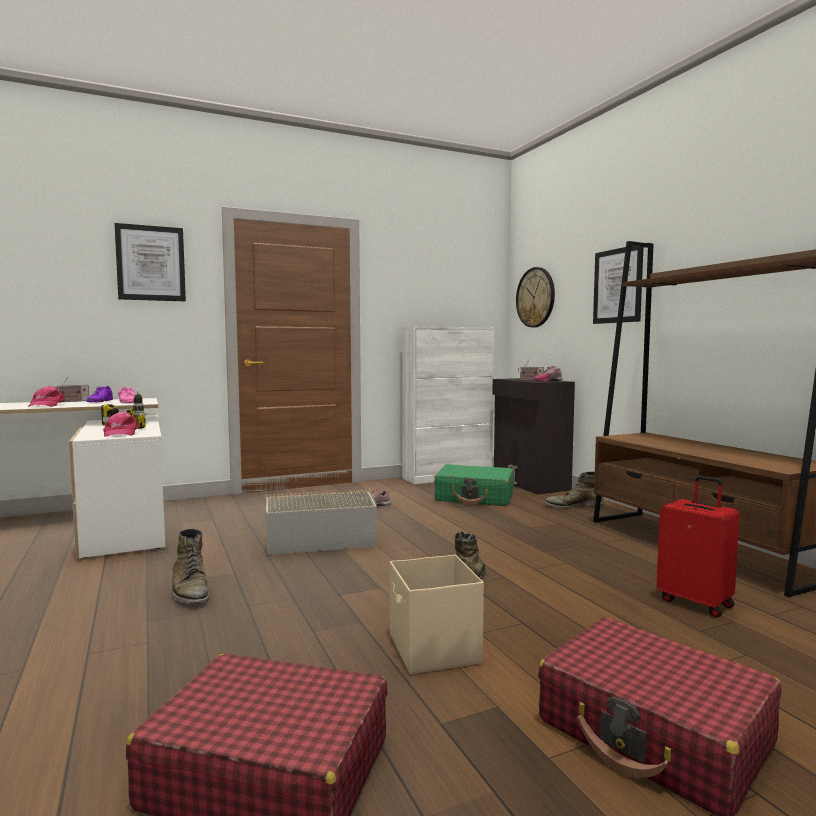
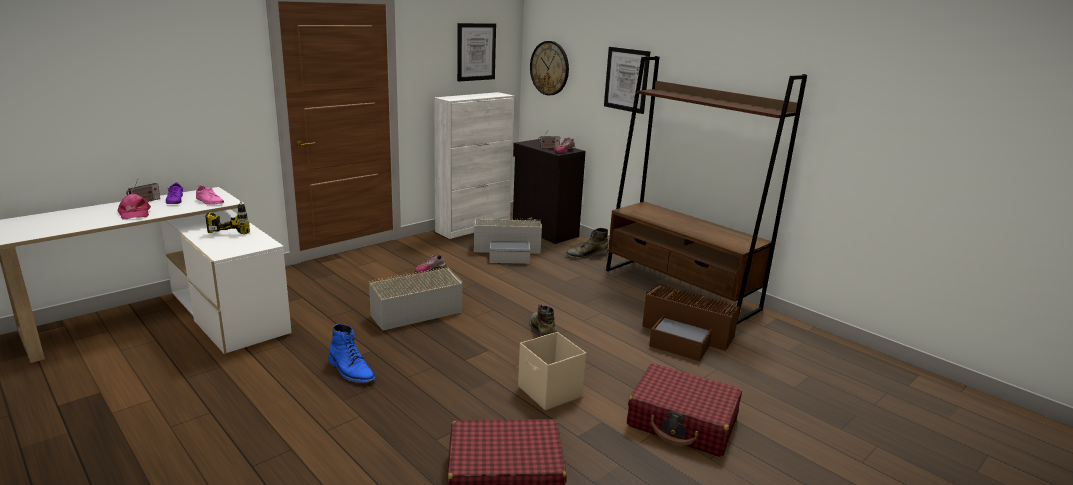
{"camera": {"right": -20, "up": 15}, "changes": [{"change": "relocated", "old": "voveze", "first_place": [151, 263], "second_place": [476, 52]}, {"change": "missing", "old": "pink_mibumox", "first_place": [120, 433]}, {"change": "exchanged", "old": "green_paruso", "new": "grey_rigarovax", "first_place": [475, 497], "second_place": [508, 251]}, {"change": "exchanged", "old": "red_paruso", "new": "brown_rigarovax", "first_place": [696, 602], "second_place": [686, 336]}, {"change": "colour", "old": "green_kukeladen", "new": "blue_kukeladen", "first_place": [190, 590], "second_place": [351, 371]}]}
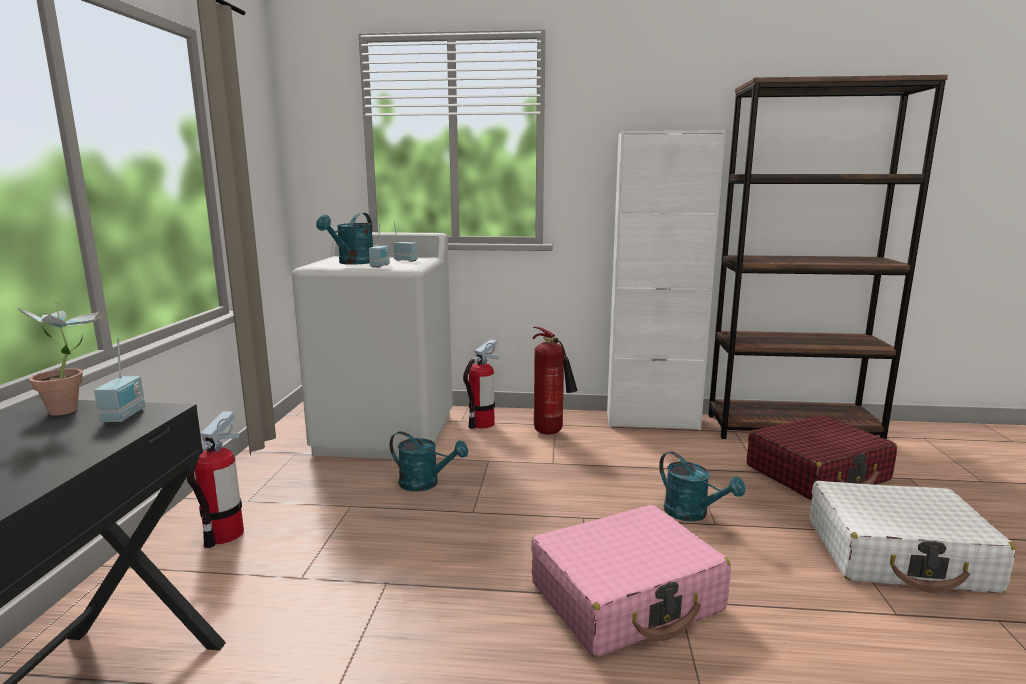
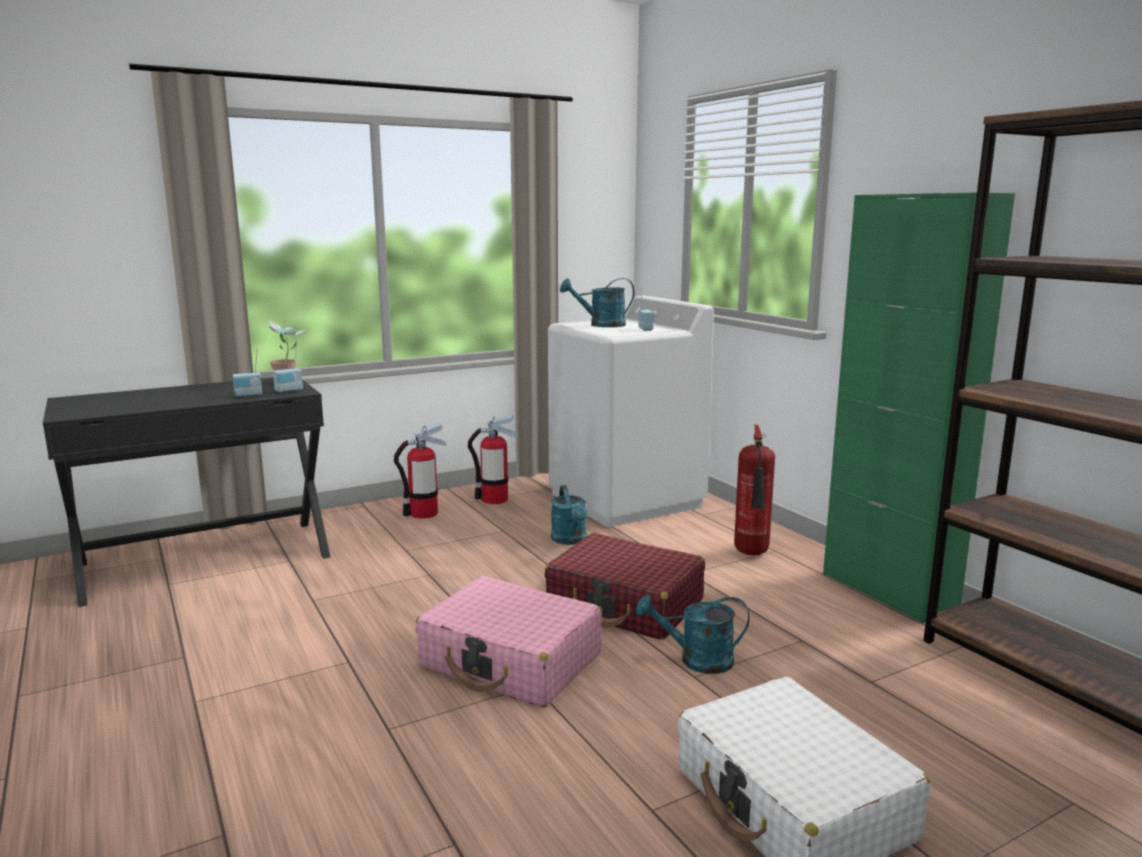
{"camera": {"right": 55, "up": 0}, "changes": [{"change": "colour", "old": "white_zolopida", "new": "green_zolopida", "first_place": [652, 421], "second_place": [888, 591]}, {"change": "relocated", "old": "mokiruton", "first_place": [381, 266], "second_place": [248, 395]}, {"change": "relocated", "old": "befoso", "first_place": [482, 424], "second_place": [494, 499]}, {"change": "relocated", "old": "red_paruso", "first_place": [817, 473], "second_place": [625, 604]}, {"change": "spun", "old": "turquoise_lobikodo", "first_place": [692, 514], "second_place": [696, 660], "degrees": 75}]}
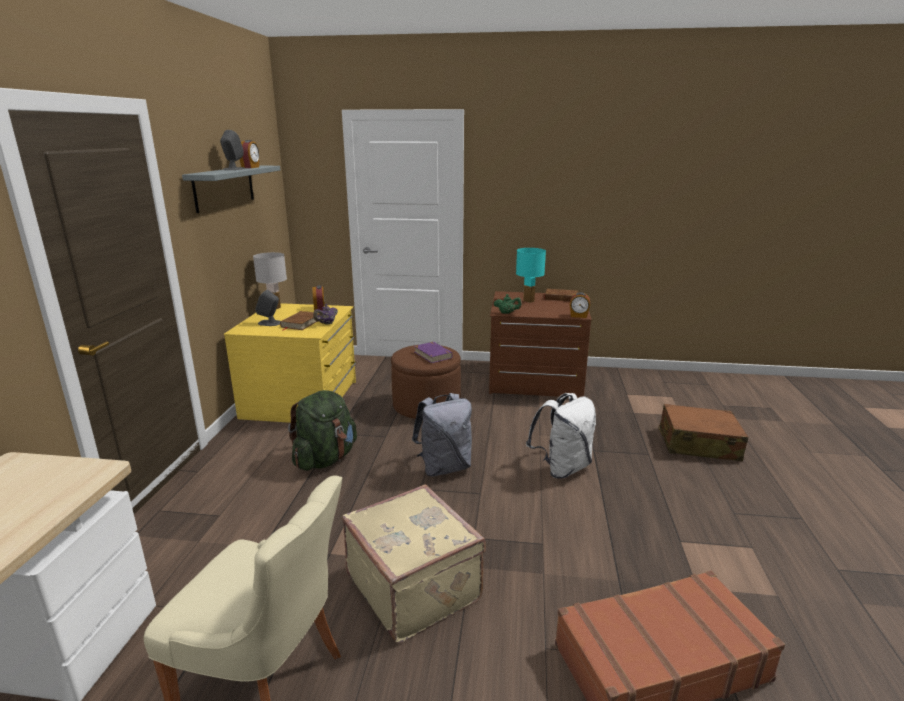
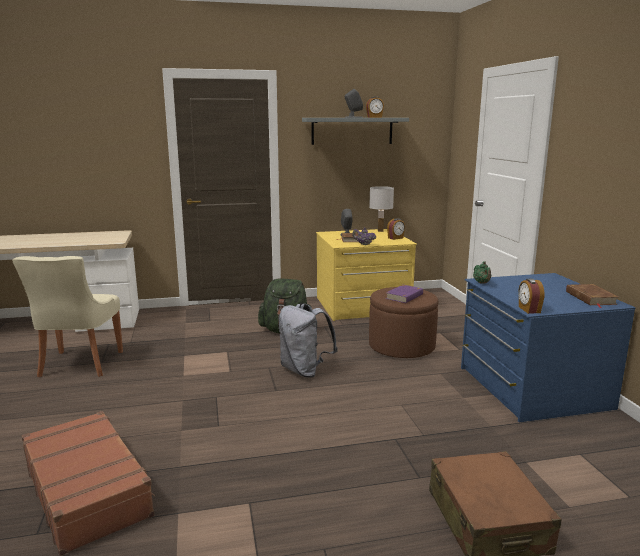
{"camera": {"right": 70, "up": -5}, "changes": [{"change": "missing", "old": "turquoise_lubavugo", "first_place": [528, 301]}, {"change": "colour", "old": "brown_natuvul", "new": "blue_natuvul", "first_place": [535, 380], "second_place": [531, 387]}, {"change": "missing", "old": "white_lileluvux", "first_place": [562, 468]}, {"change": "missing", "old": "beige_paruso", "first_place": [415, 586]}]}
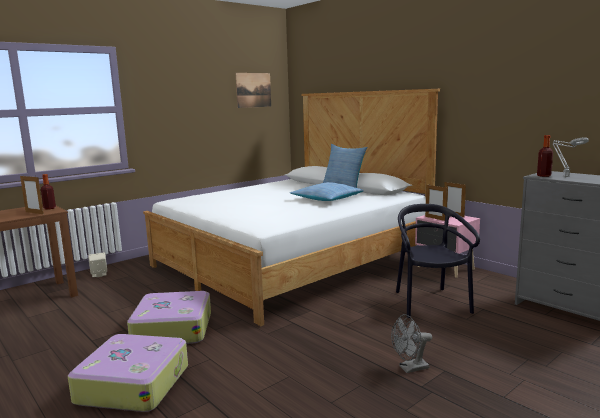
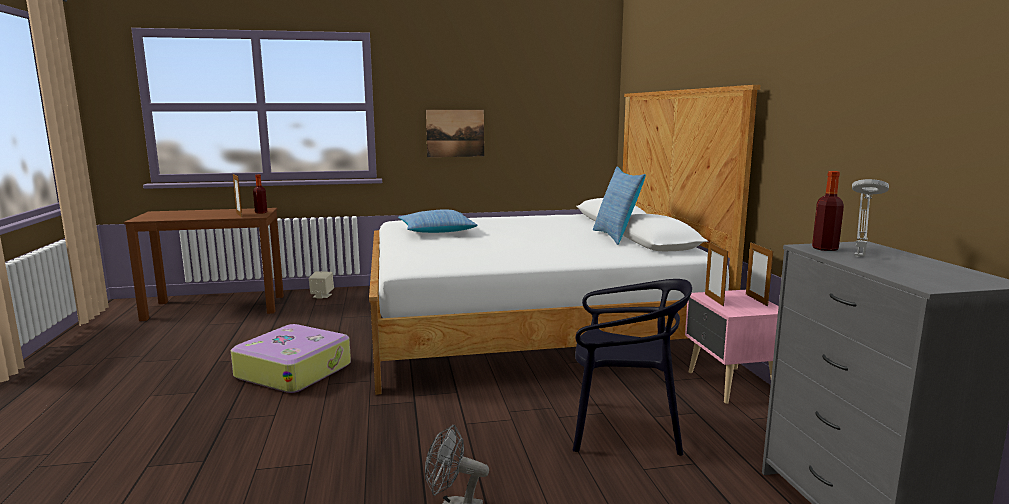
{"camera": {"right": 30, "up": 0}, "changes": [{"change": "relocated", "old": "voveze", "first_place": [253, 90], "second_place": [455, 133]}, {"change": "relocated", "old": "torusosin", "first_place": [326, 199], "second_place": [436, 231]}, {"change": "spun", "old": "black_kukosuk", "first_place": [430, 303], "second_place": [624, 429], "degrees": 75}, {"change": "missing", "old": "paruso", "first_place": [133, 383]}]}
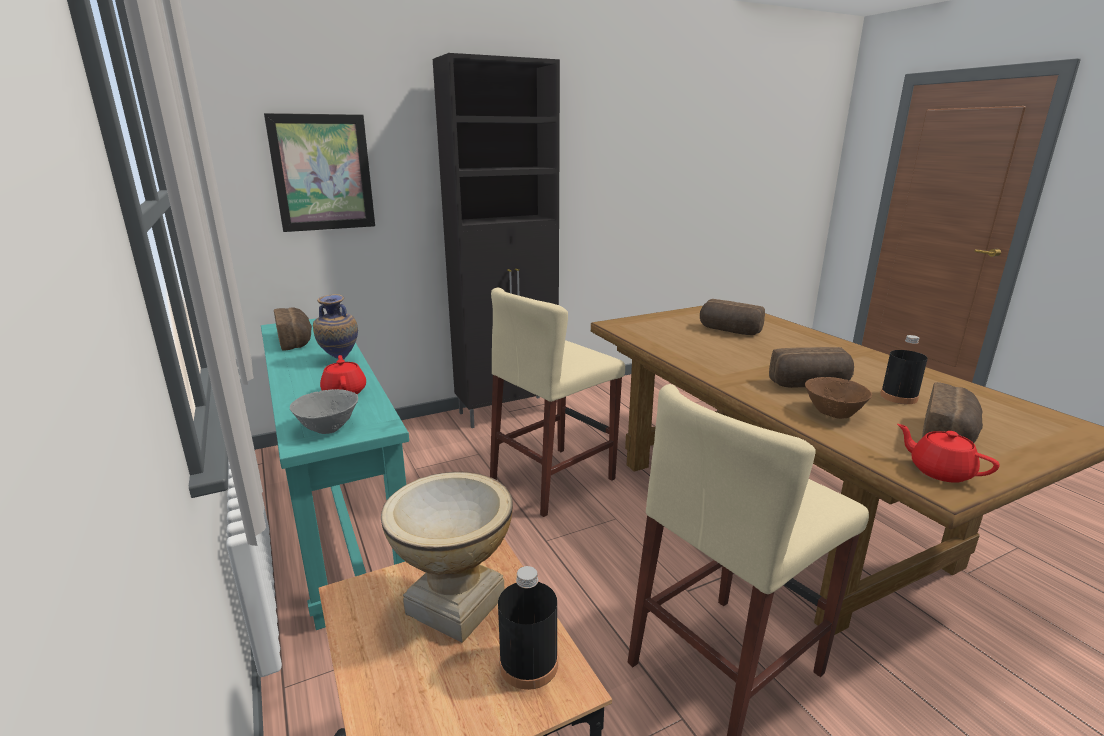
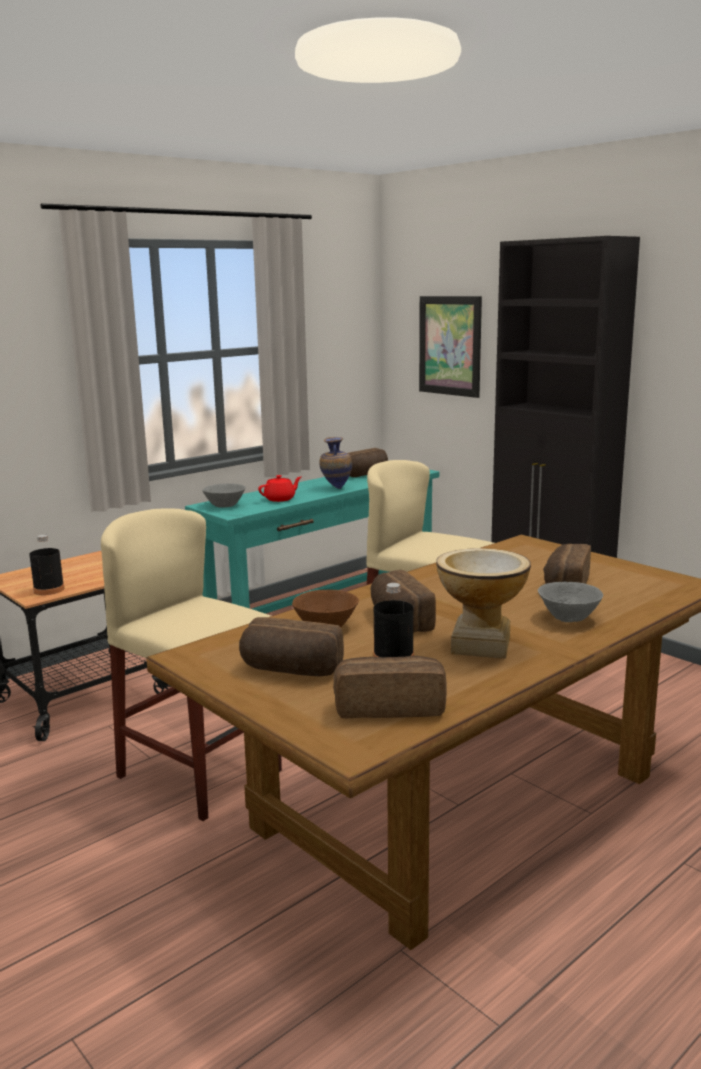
{"camera": {"right": 75, "up": -5}, "changes": [{"change": "missing", "old": "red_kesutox", "first_place": [939, 471]}, {"change": "relocated", "old": "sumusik", "first_place": [455, 604], "second_place": [480, 645]}, {"change": "appeared", "new": "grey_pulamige", "second_place": [568, 618]}, {"change": "appeared", "new": "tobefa", "second_place": [389, 706]}]}
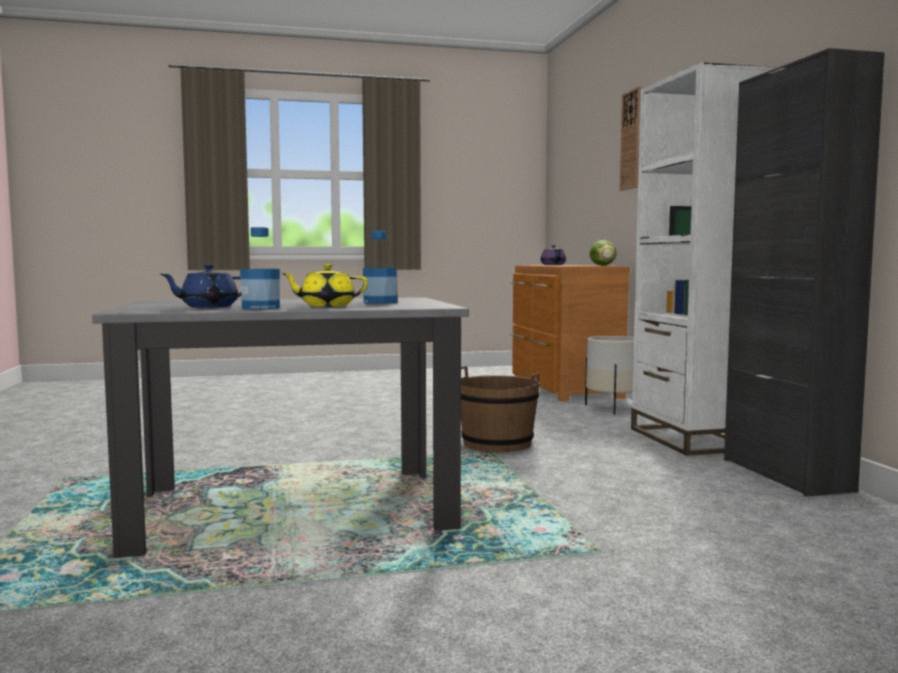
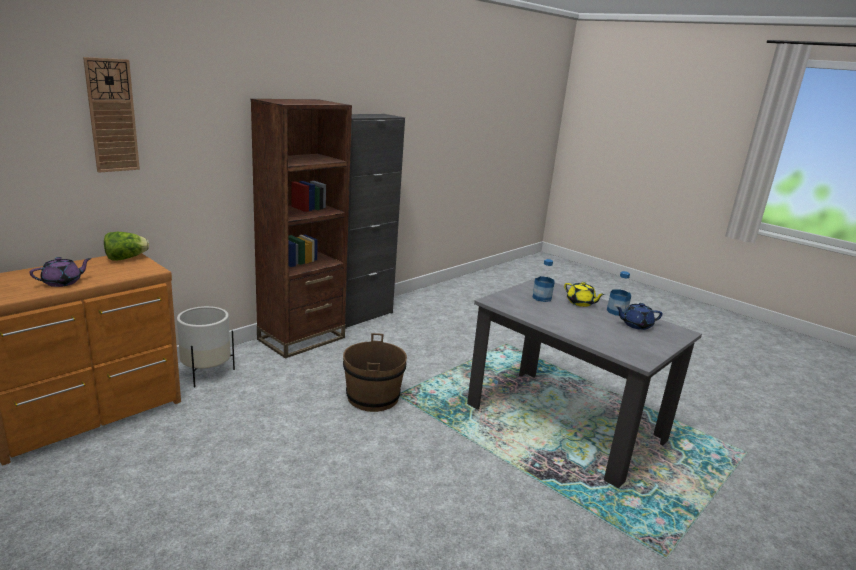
{"camera": {"right": -125, "up": 15}, "changes": [{"change": "colour", "old": "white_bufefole", "new": "brown_bufefole", "first_place": [690, 439], "second_place": [301, 338]}, {"change": "spun", "old": "blue_kesutox", "first_place": [208, 307], "second_place": [636, 325], "degrees": 150}]}
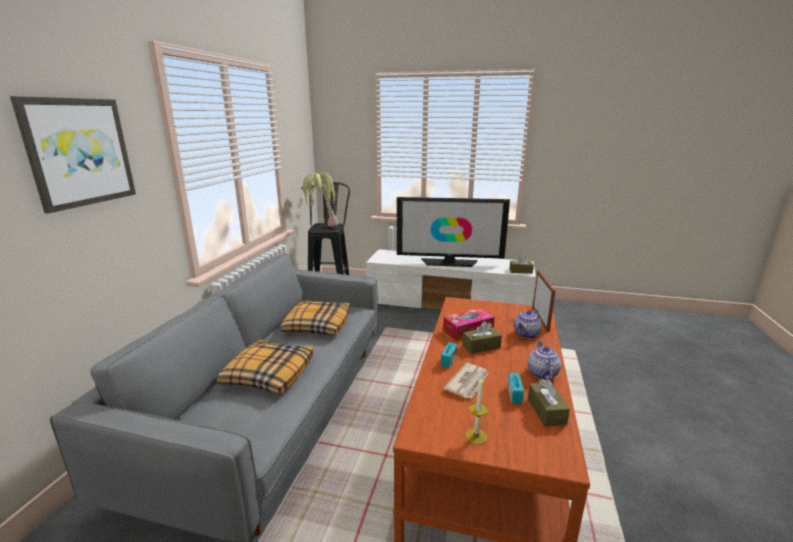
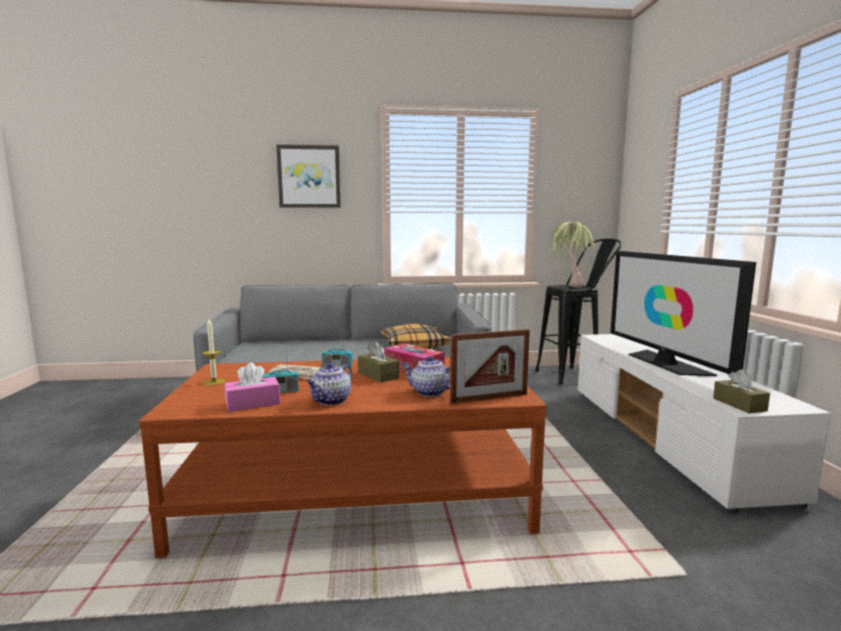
{"camera": {"right": 70, "up": -10}, "changes": [{"change": "missing", "old": "torusosin", "first_place": [268, 374]}, {"change": "spun", "old": "kesutox", "first_place": [542, 373], "second_place": [331, 401], "degrees": 135}, {"change": "colour", "old": "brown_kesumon", "new": "pink_kesumon", "first_place": [546, 411], "second_place": [253, 403]}]}
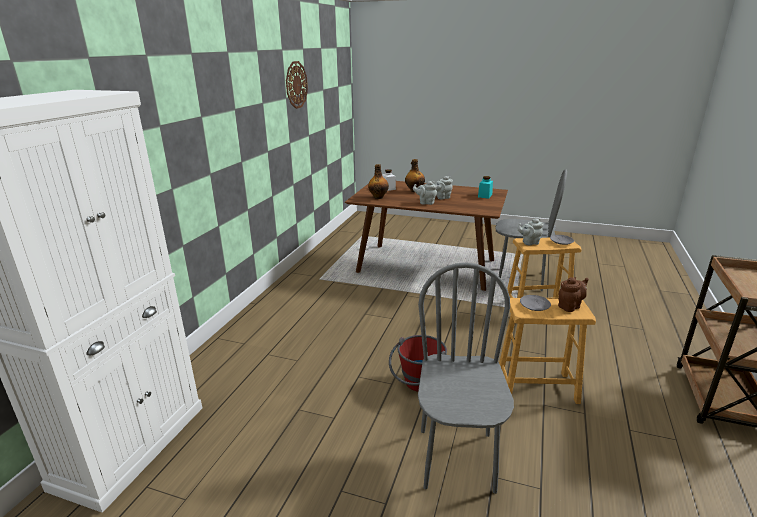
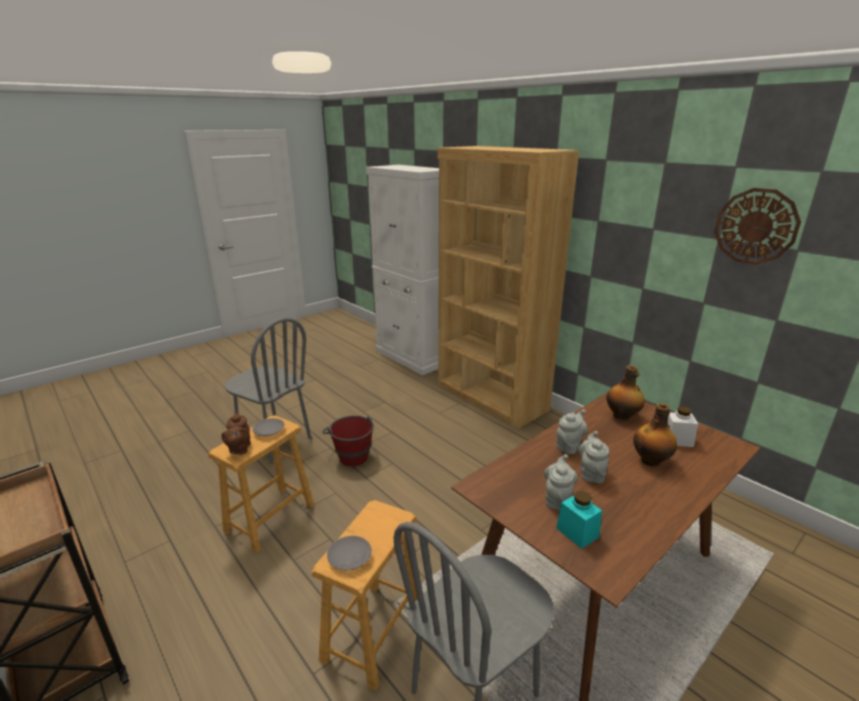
{"camera": {"right": 120, "up": 0}, "changes": [{"change": "relocated", "old": "grey_kesutox", "first_place": [529, 242], "second_place": [558, 499]}, {"change": "appeared", "new": "brown_bufefole", "second_place": [491, 398]}]}
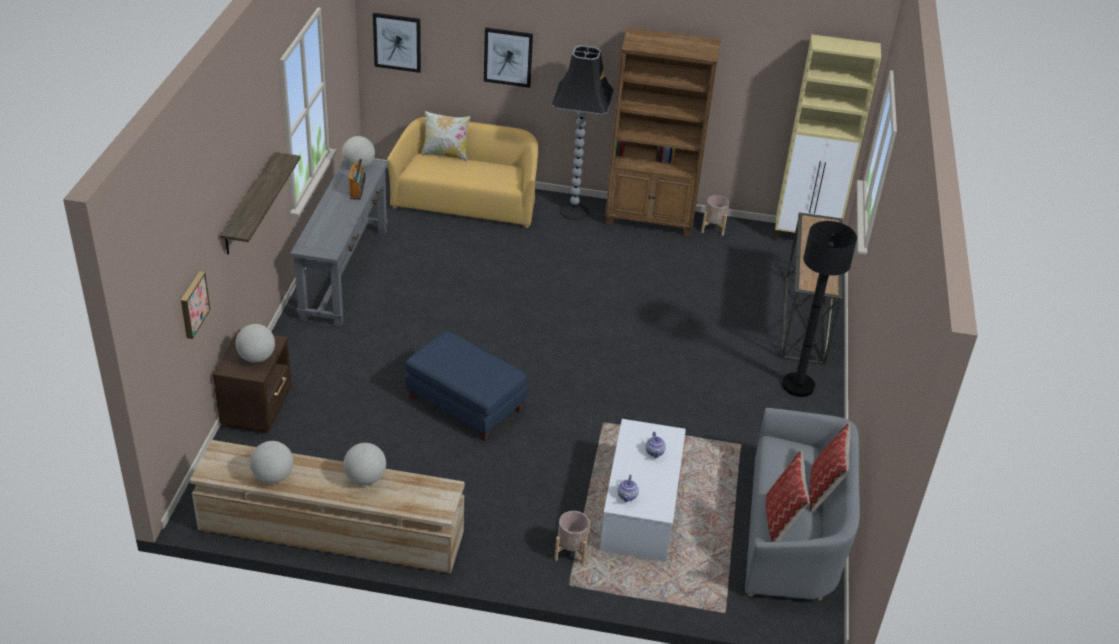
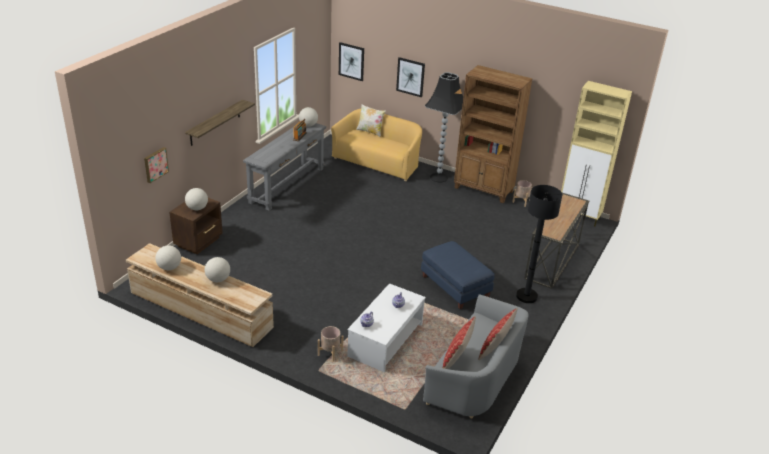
{"camera": {"right": 20, "up": -5}, "changes": [{"change": "relocated", "old": "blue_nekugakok", "first_place": [465, 403], "second_place": [455, 286]}]}
